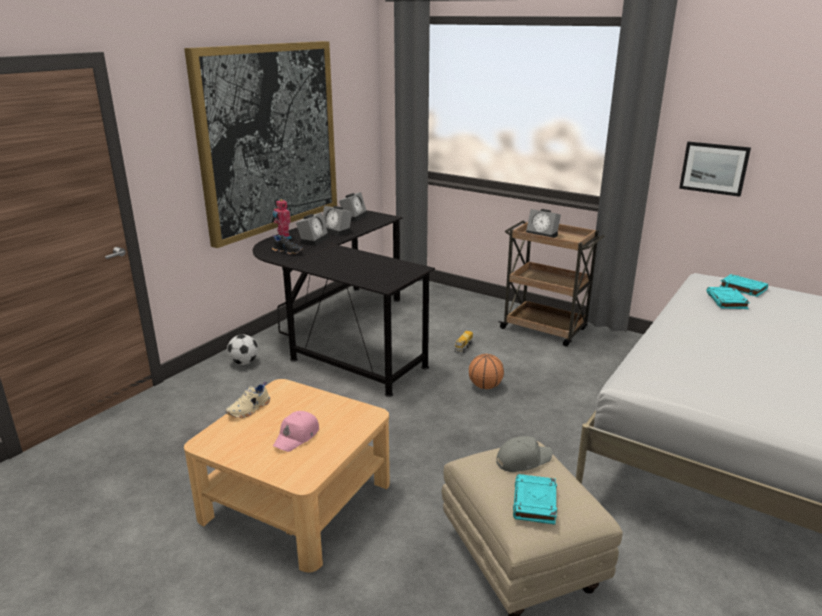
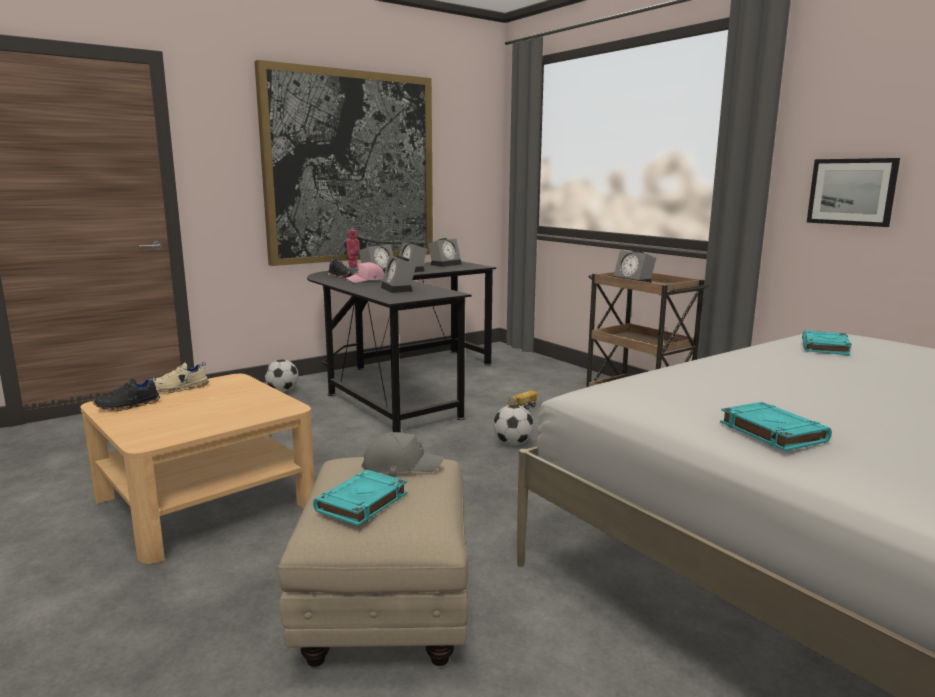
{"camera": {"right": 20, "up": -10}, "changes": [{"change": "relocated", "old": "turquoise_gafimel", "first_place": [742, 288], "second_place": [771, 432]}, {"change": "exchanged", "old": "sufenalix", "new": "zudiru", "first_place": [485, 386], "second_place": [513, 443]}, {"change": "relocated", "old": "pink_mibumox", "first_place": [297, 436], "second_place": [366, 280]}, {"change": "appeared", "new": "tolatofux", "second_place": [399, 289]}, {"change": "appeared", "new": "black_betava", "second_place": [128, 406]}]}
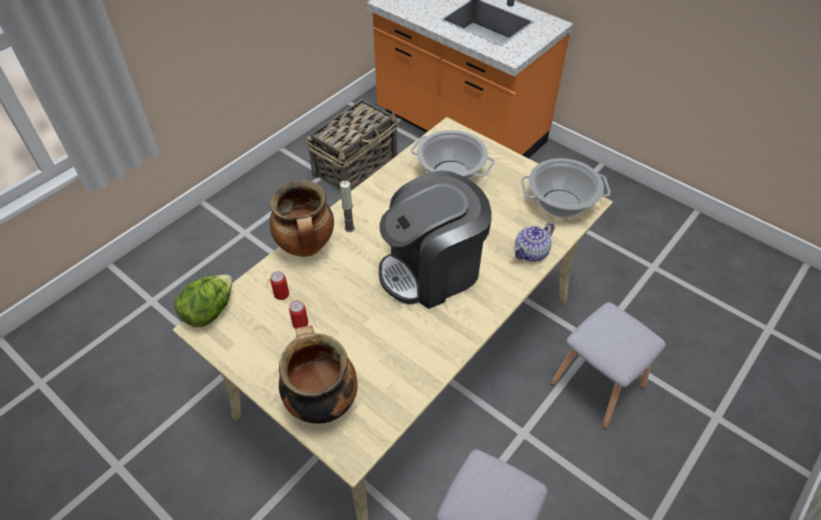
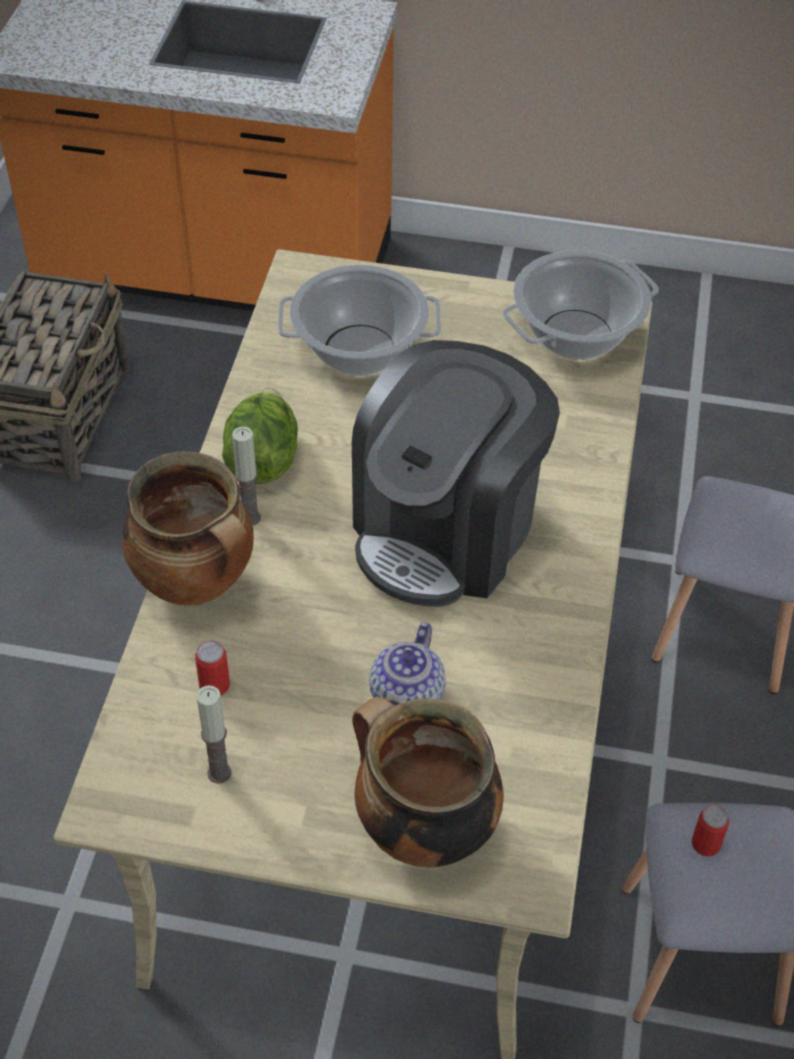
{"camera": {"right": -30, "up": 0}, "changes": [{"change": "relocated", "old": "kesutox", "first_place": [531, 252], "second_place": [408, 696]}, {"change": "relocated", "old": "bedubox", "first_place": [209, 311], "second_place": [262, 459]}, {"change": "relocated", "old": "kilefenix", "first_place": [300, 323], "second_place": [705, 844]}, {"change": "appeared", "new": "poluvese", "second_place": [219, 772]}]}
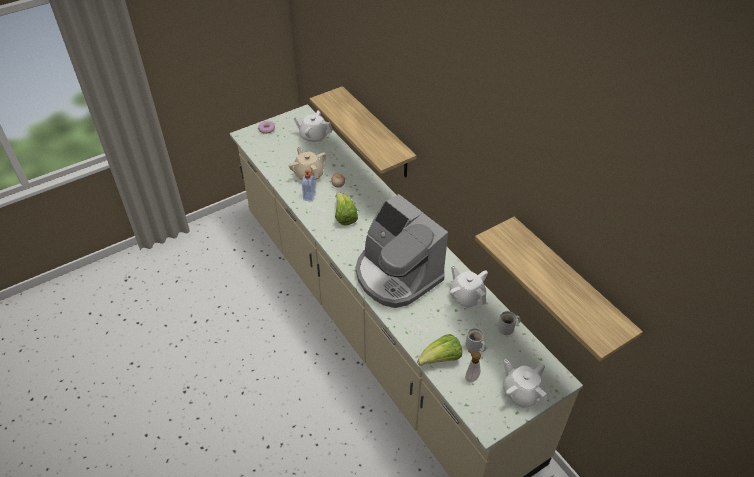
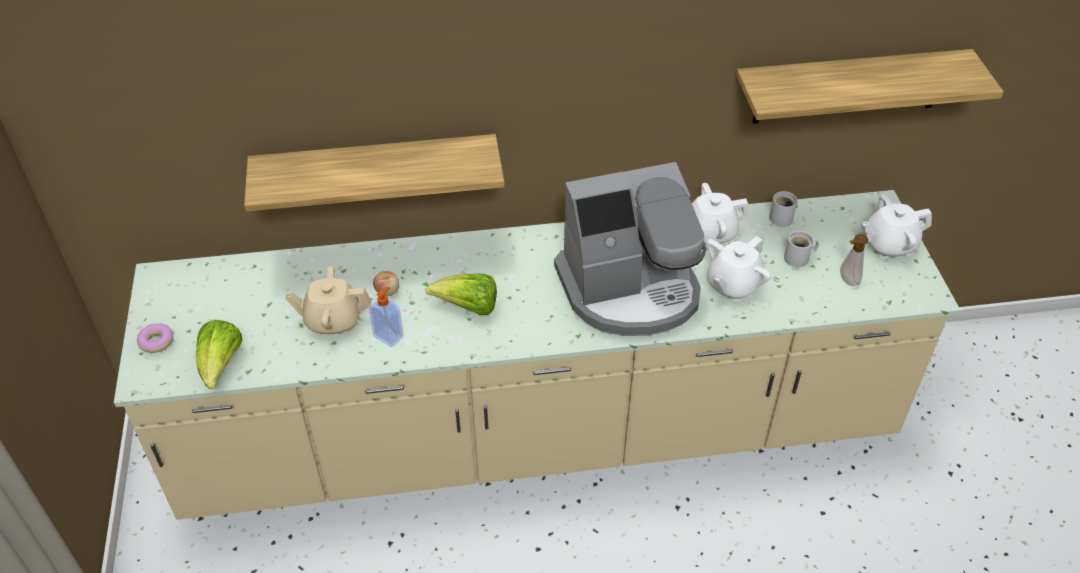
{"camera": {"right": -65, "up": 0}, "changes": [{"change": "relocated", "old": "white_kesutox", "first_place": [314, 137], "second_place": [732, 285]}, {"change": "relocated", "old": "bedubox", "first_place": [440, 359], "second_place": [221, 366]}]}
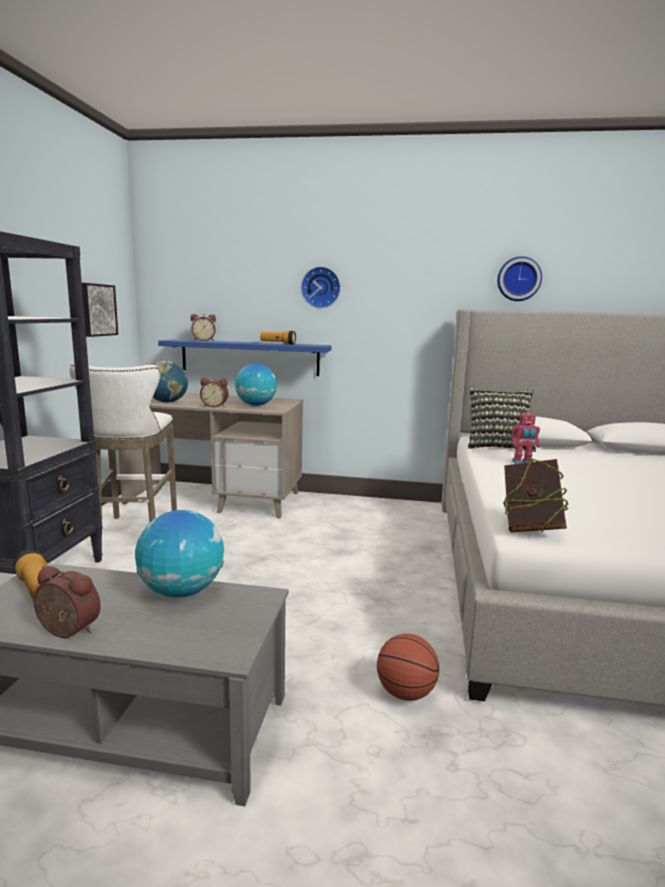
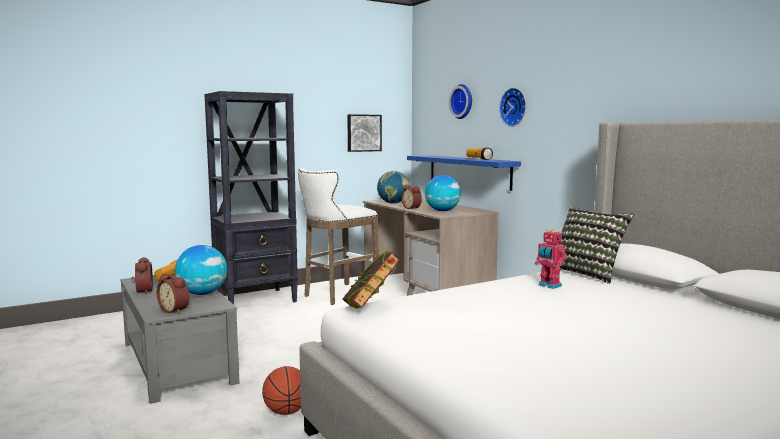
{"camera": {"right": 50, "up": -5}, "changes": [{"change": "relocated", "old": "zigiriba", "first_place": [518, 279], "second_place": [463, 101]}, {"change": "relocated", "old": "tolatofux", "first_place": [203, 340], "second_place": [175, 310]}]}
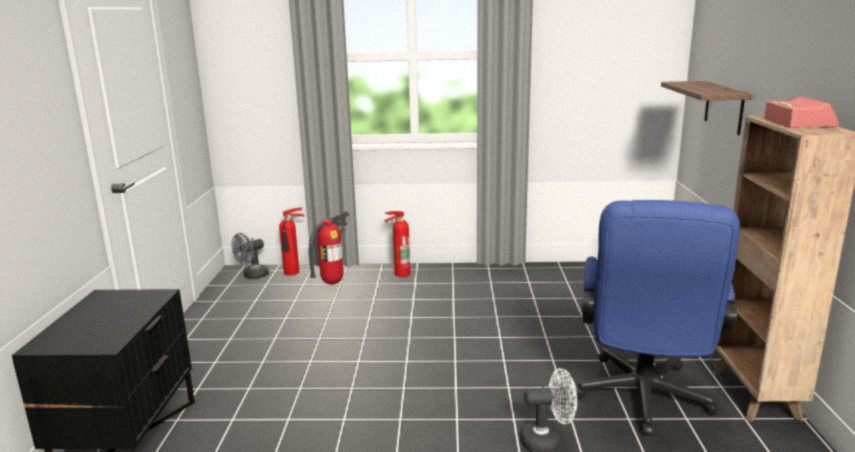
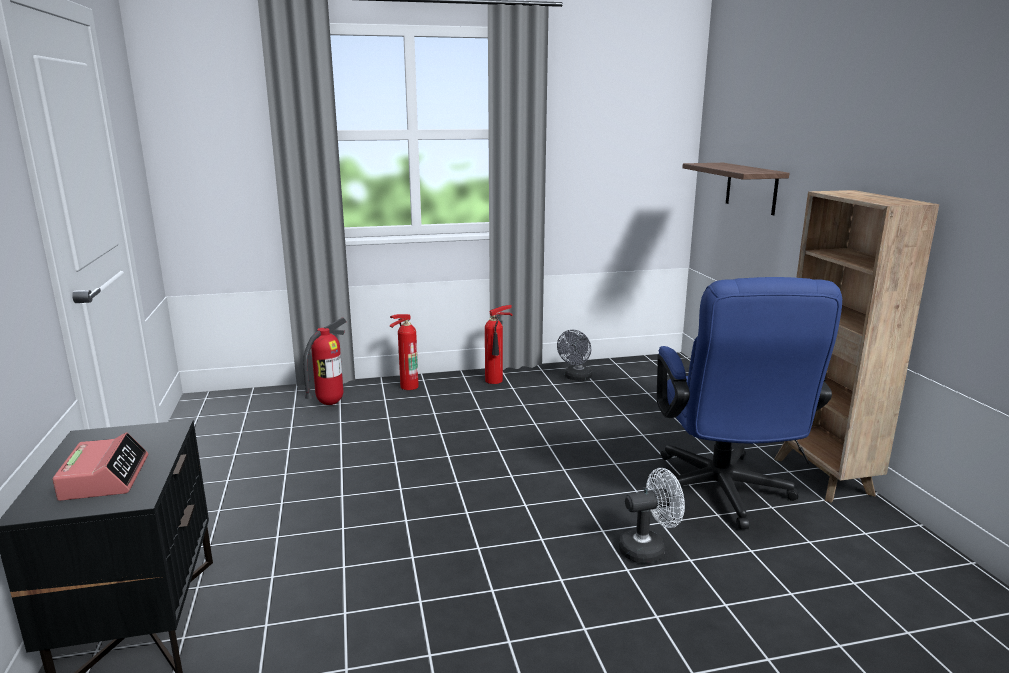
{"camera": {"right": -15, "up": 0}, "changes": [{"change": "relocated", "old": "tolatofux", "first_place": [798, 123], "second_place": [105, 478]}, {"change": "relocated", "old": "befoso", "first_place": [292, 273], "second_place": [496, 381]}, {"change": "relocated", "old": "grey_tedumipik", "first_place": [252, 276], "second_place": [576, 378]}]}
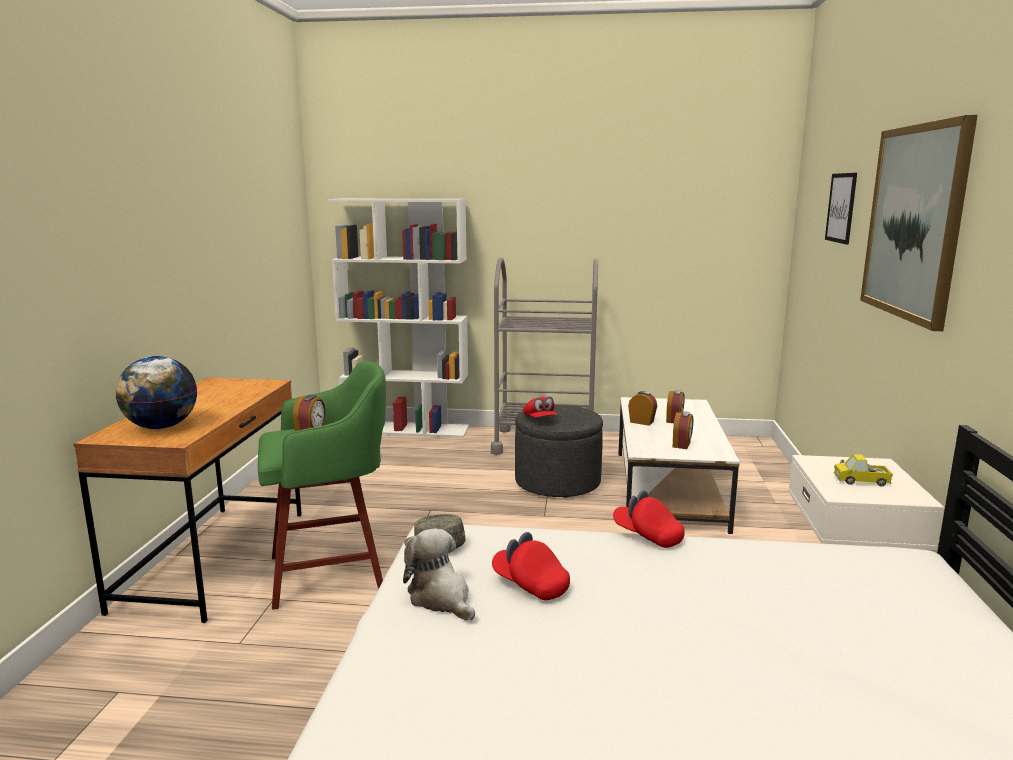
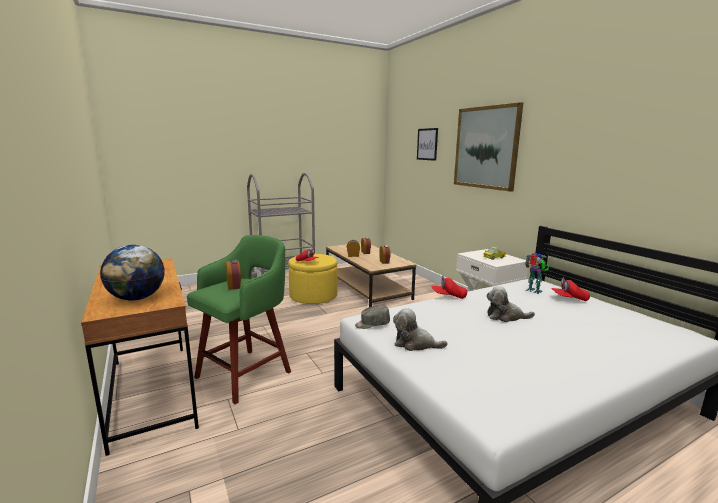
{"camera": {"right": -35, "up": 0}, "changes": [{"change": "missing", "old": "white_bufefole", "first_place": [407, 429]}, {"change": "colour", "old": "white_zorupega", "new": "brown_zorupega", "first_place": [667, 489], "second_place": [366, 288]}, {"change": "colour", "old": "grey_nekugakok", "new": "yellow_nekugakok", "first_place": [557, 482], "second_place": [313, 296]}, {"change": "relocated", "old": "red_mibumox", "first_place": [530, 585], "second_place": [569, 299]}, {"change": "appeared", "new": "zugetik", "second_place": [534, 291]}, {"change": "appeared", "new": "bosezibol", "second_place": [505, 316]}]}
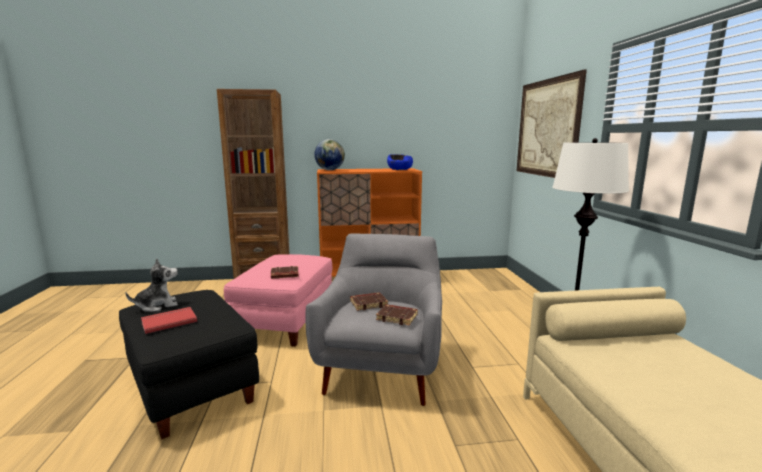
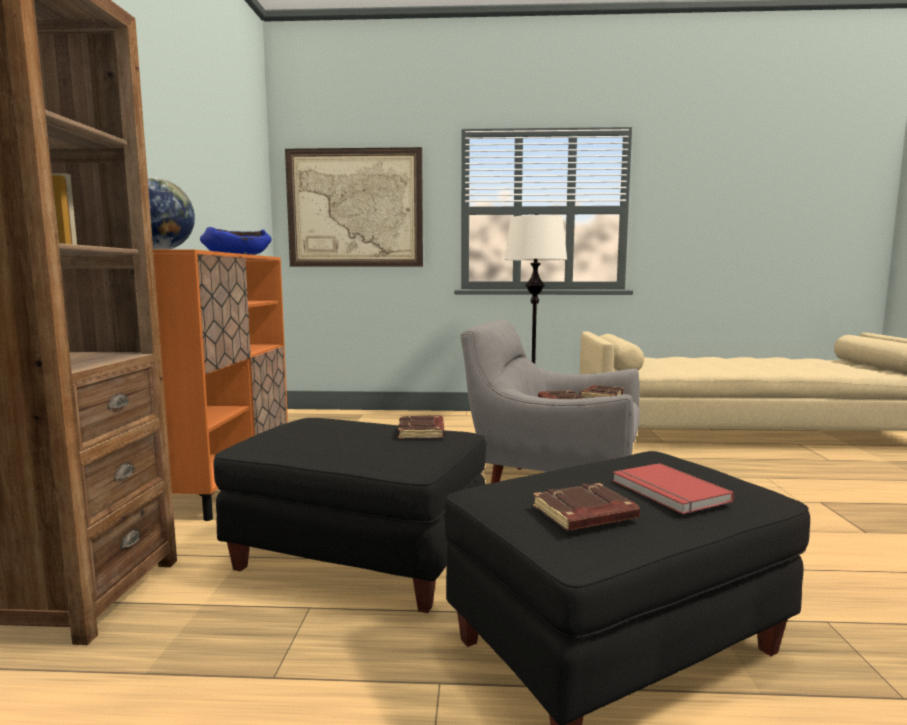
{"camera": {"right": -80, "up": -5}, "changes": [{"change": "colour", "old": "pink_nekugakok", "new": "black_nekugakok", "first_place": [285, 321], "second_place": [358, 559]}, {"change": "exchanged", "old": "bosezibol", "new": "brown_gafimel", "first_place": [157, 306], "second_place": [584, 515]}]}
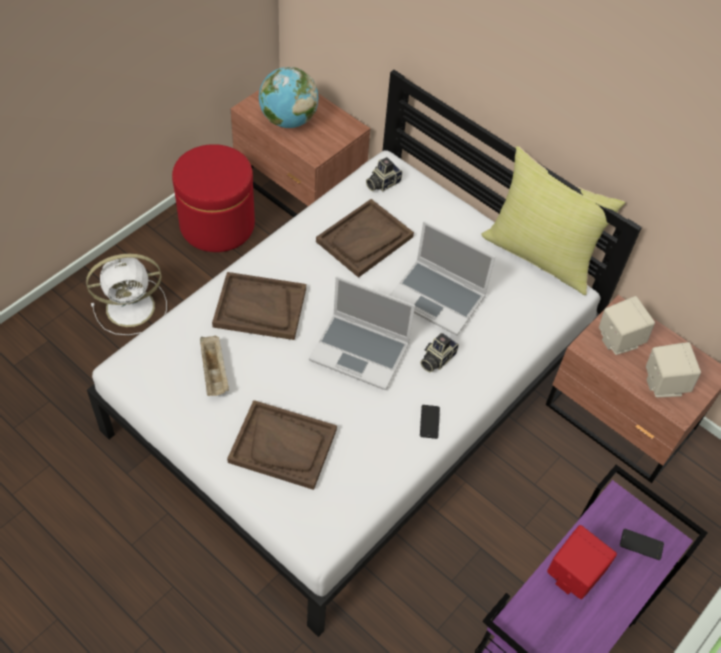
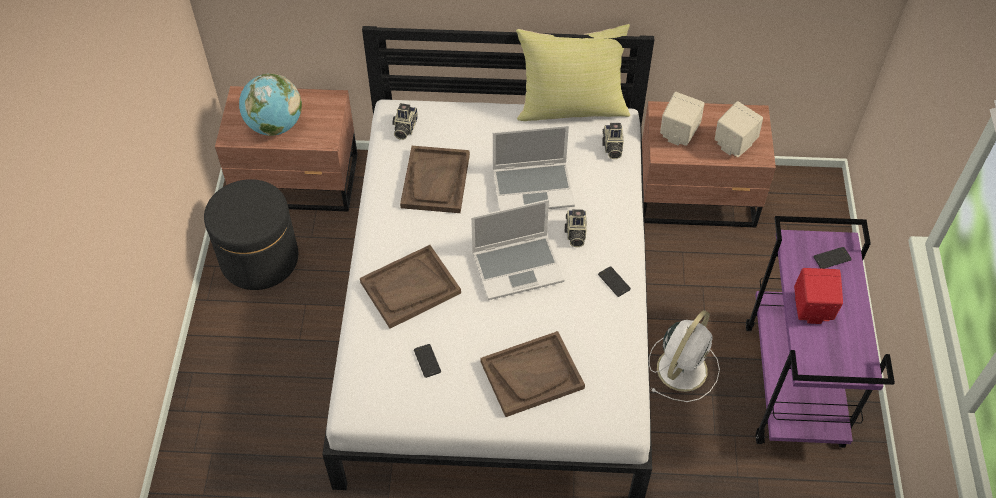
{"camera": {"right": -35, "up": 0}, "changes": [{"change": "colour", "old": "red_nekugakok", "new": "black_nekugakok", "first_place": [217, 225], "second_place": [259, 259]}, {"change": "relocated", "old": "white_tedumipik", "first_place": [132, 307], "second_place": [683, 367]}, {"change": "exchanged", "old": "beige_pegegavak", "new": "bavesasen", "first_place": [214, 373], "second_place": [427, 361]}, {"change": "appeared", "new": "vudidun", "second_place": [612, 147]}]}
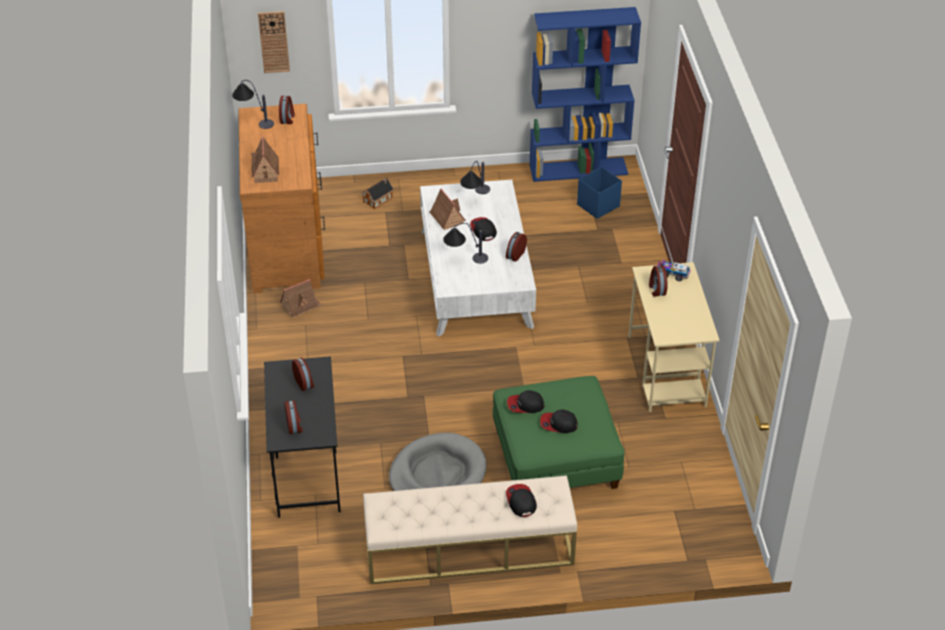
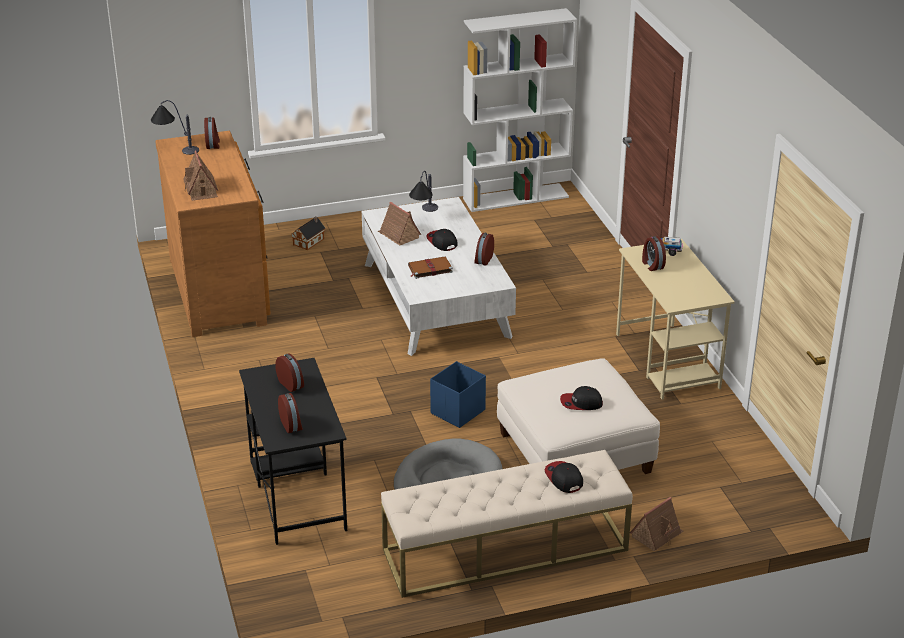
{"camera": {"right": -10, "up": -10}, "changes": [{"change": "colour", "old": "blue_bufefole", "new": "white_bufefole", "first_place": [579, 169], "second_place": [516, 197]}, {"change": "missing", "old": "zigiriba", "first_place": [274, 41]}, {"change": "relocated", "old": "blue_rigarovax", "first_place": [597, 205], "second_place": [457, 412]}, {"change": "exchanged", "old": "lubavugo", "new": "brown_gafimel", "first_place": [464, 259], "second_place": [429, 269]}, {"change": "relocated", "old": "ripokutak", "first_place": [301, 305], "second_place": [656, 534]}, {"change": "colour", "old": "green_nekugakok", "new": "white_nekugakok", "first_place": [556, 458], "second_place": [575, 453]}, {"change": "missing", "old": "mibumox", "first_place": [525, 405]}]}
